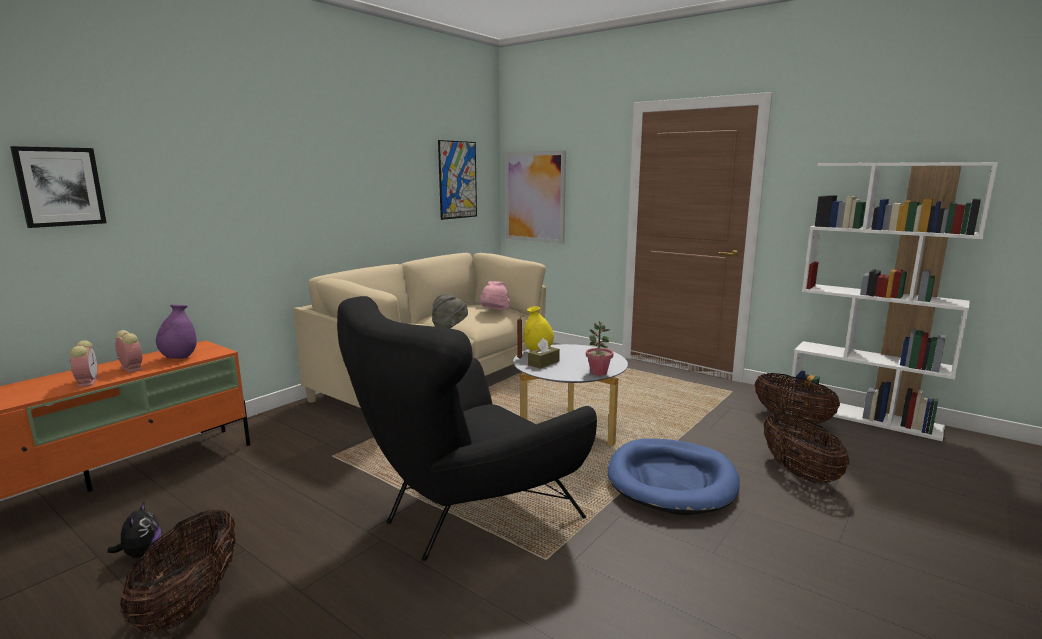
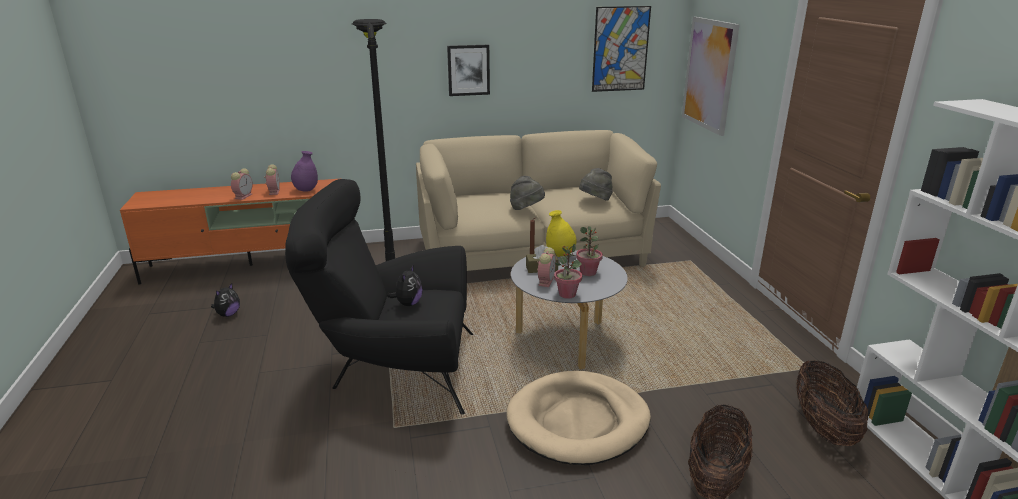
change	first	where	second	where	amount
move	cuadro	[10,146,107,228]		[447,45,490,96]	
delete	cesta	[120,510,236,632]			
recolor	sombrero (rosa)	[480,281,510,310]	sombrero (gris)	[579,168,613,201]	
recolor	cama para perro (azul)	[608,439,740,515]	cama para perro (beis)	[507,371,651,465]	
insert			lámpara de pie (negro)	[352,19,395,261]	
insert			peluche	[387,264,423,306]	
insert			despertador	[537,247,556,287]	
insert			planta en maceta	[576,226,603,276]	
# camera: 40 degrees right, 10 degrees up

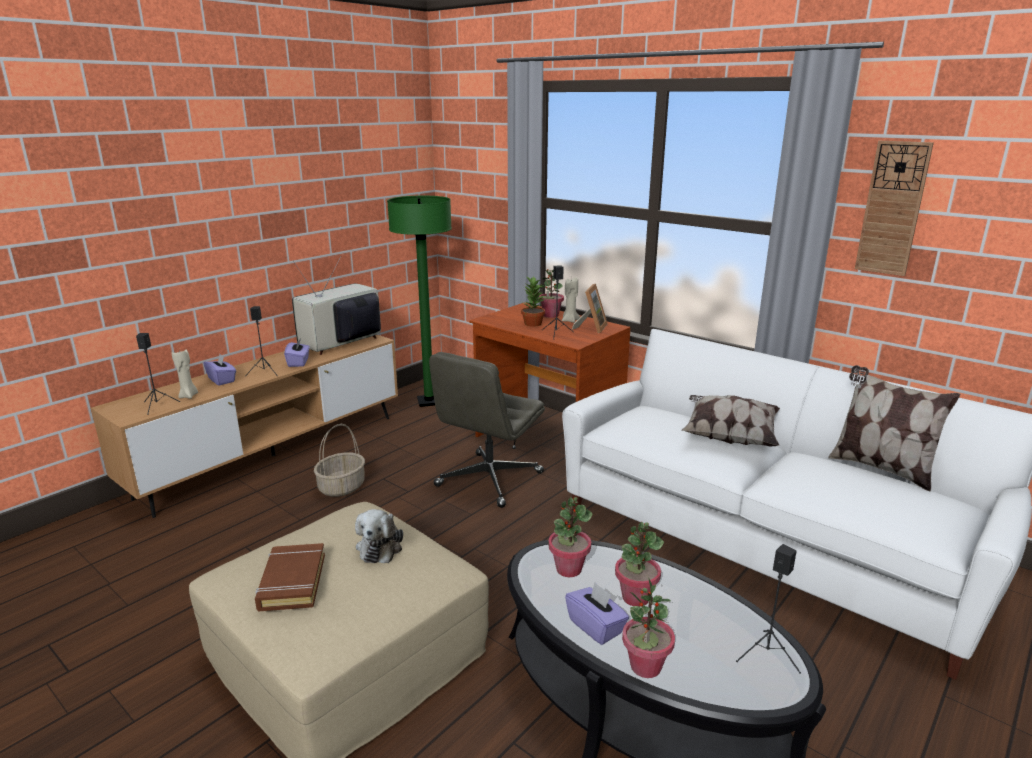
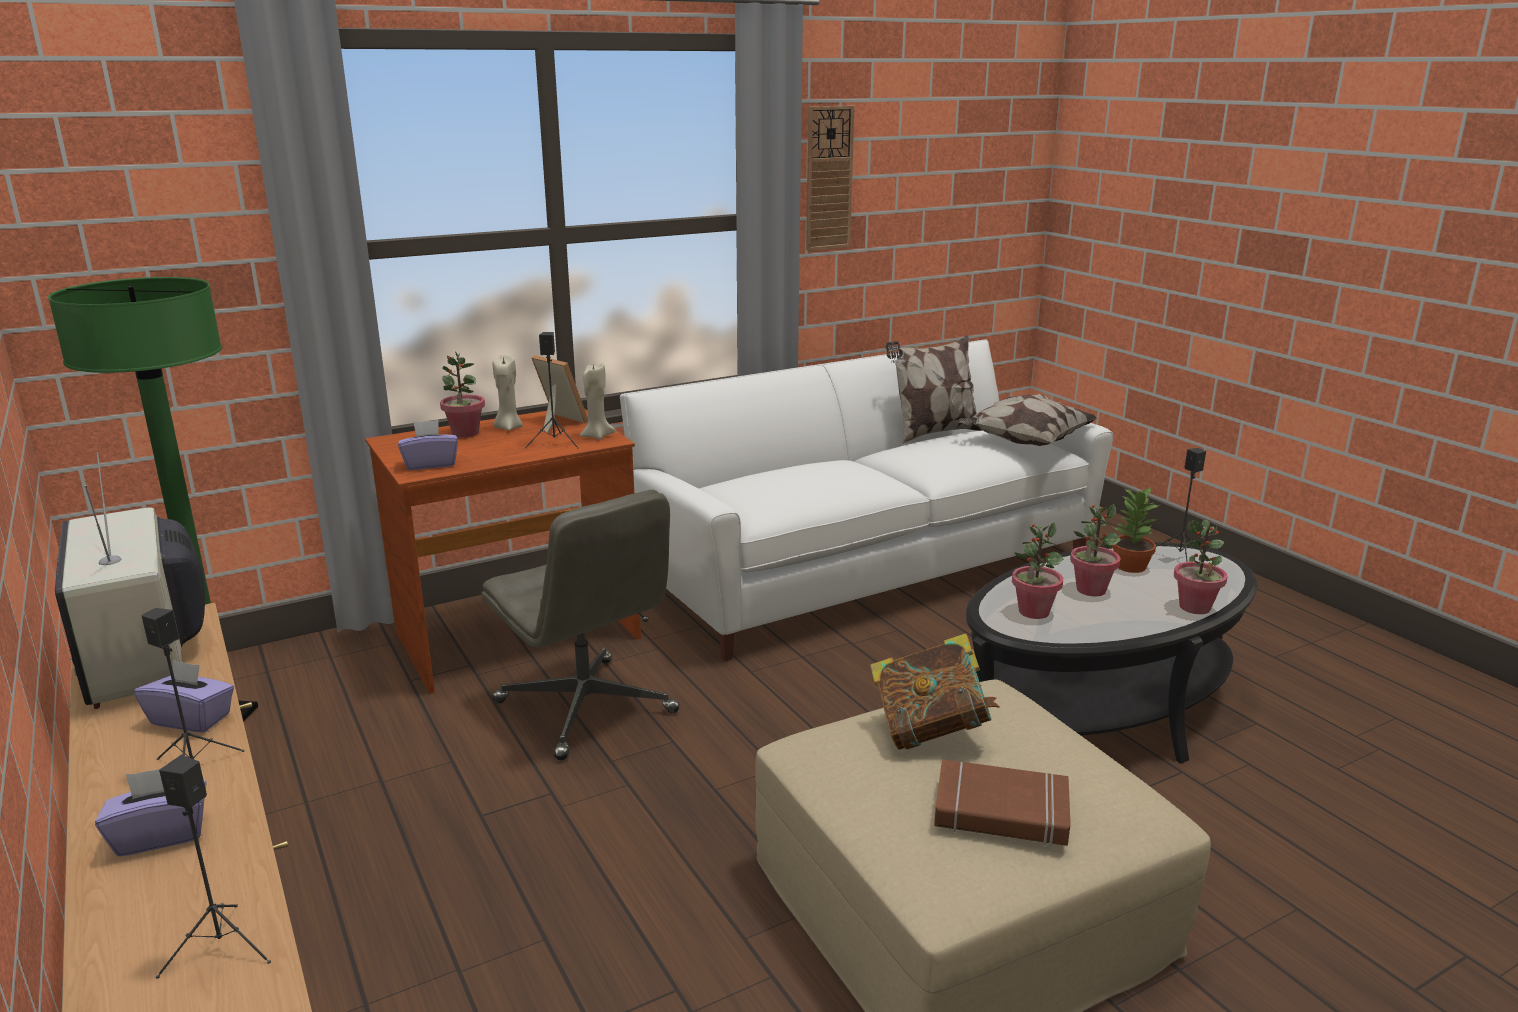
change	first	where	second	where	amount
move	vela (beis)	[172,350,198,399]		[580,363,616,440]	
delete	cesta	[314,424,365,497]			
replace	peluche	[355,509,403,563]	libro	[870,633,1000,750]	
move	planta en maceta	[521,277,545,327]		[1112,487,1160,573]	
move	caja de pañuelos (morado)	[565,582,629,645]		[398,420,458,470]	
move	cojín	[681,395,780,447]		[956,394,1097,446]	
# camera: 70 degrees left, 0 degrees up

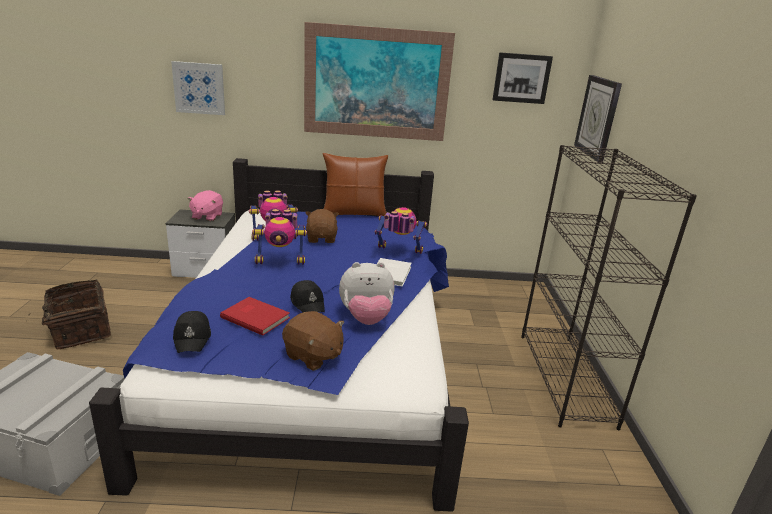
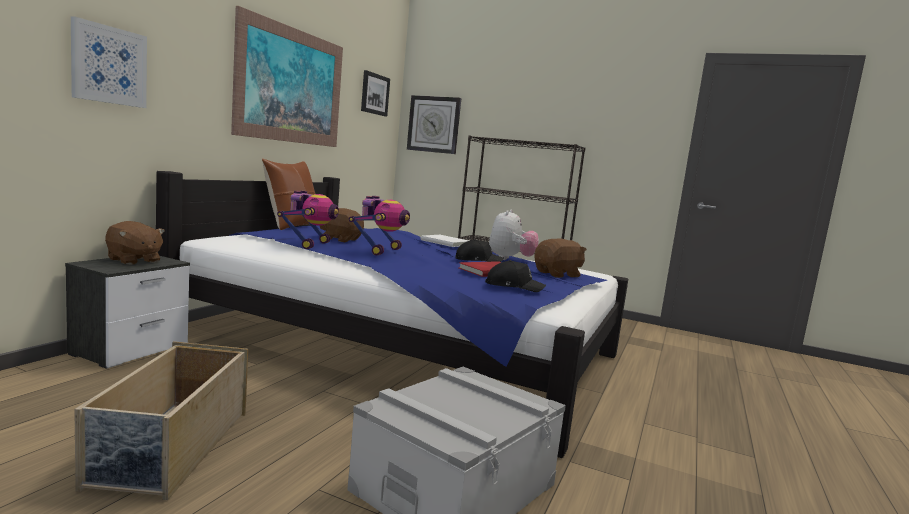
change	first	where	second	where	amount
replace	cesta	[26,280,111,350]	caja de almacenaje (beis)	[74,341,248,500]	
recolor	peluche (rosa)	[187,190,223,221]	peluche (marrón)	[105,221,165,265]	
delete	robot de juguete	[375,207,427,254]			
# camera: 65 degrees left, 15 degrees down

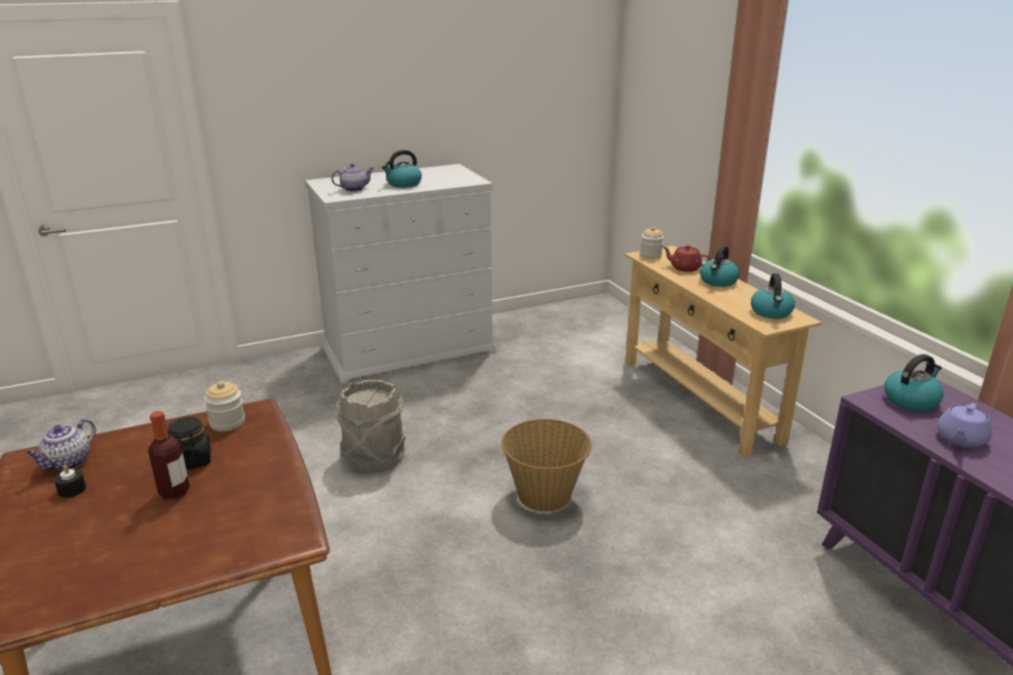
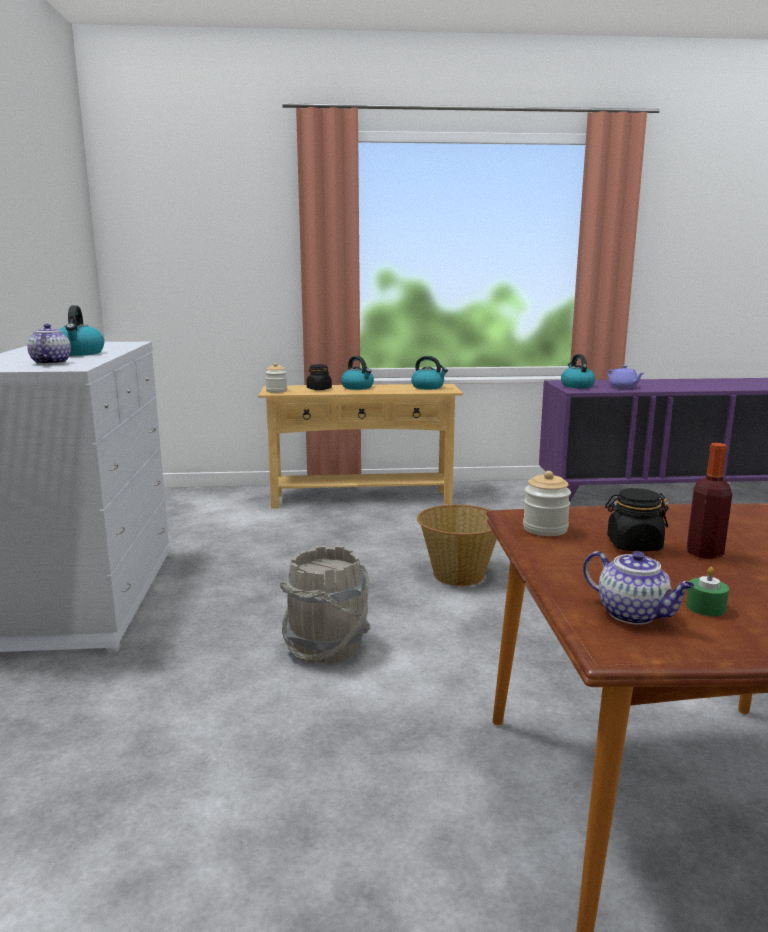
change	first	where	second	where	amount
recolor	vela (negro)	[54,465,86,498]	vela (verde)	[686,567,729,616]	
replace	tetera (rojo)	[663,245,710,272]	tarro (negro)	[307,364,332,390]	
# camera: 70 degrees left, 10 degrees down

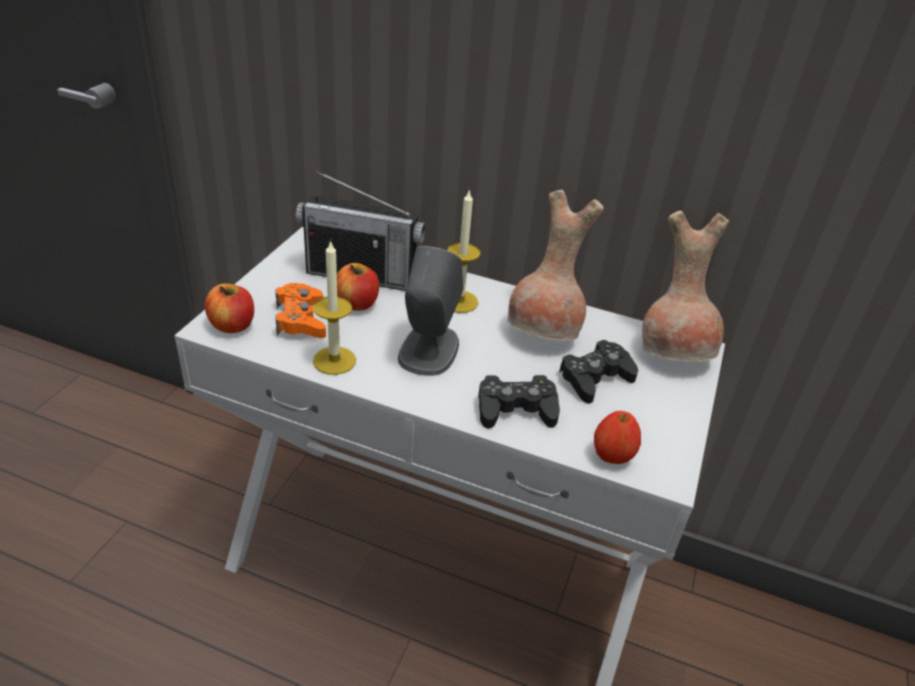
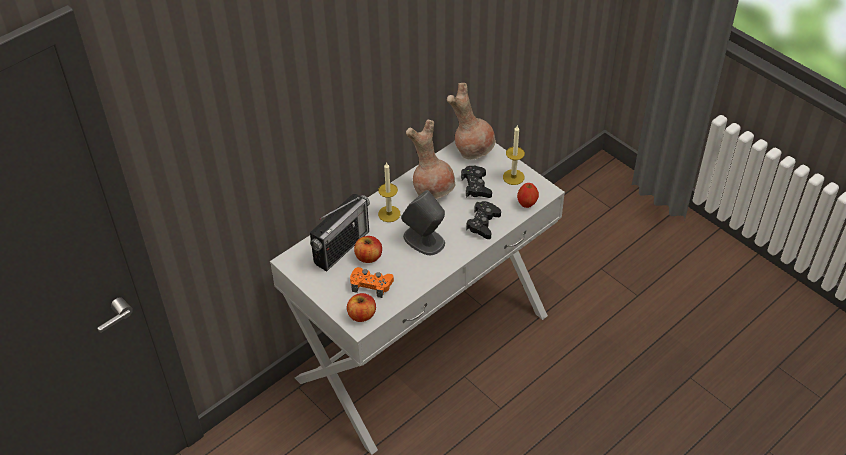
change	first	where	second	where	amount
move	vela	[313,240,356,375]		[503,126,525,185]	
# camera: 60 degrees left, 10 degrees up

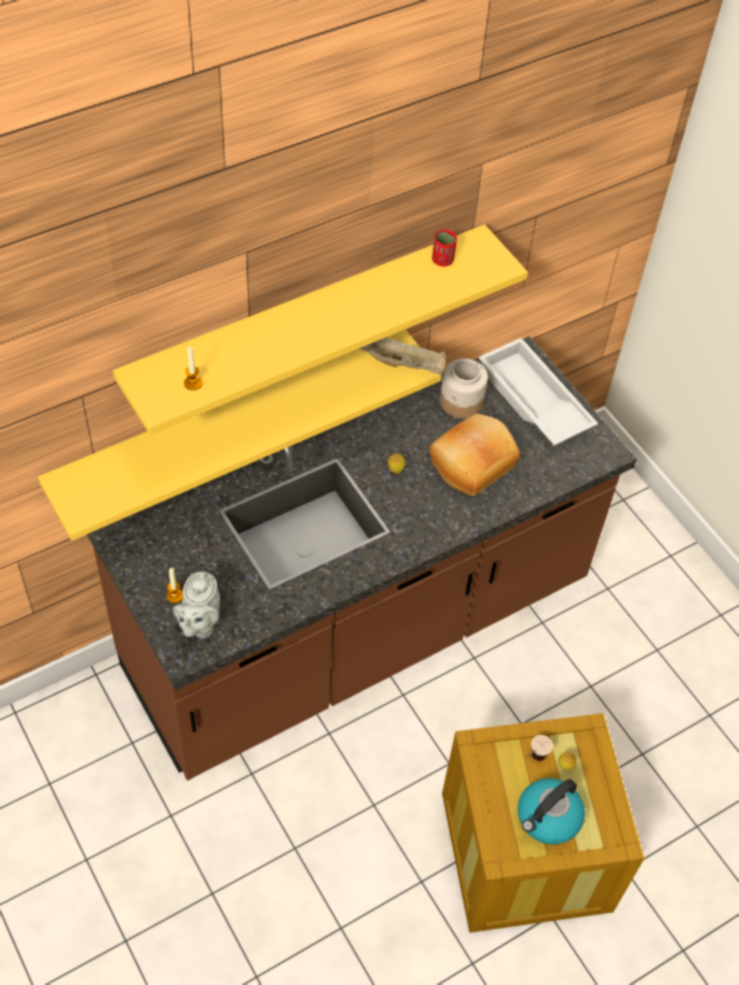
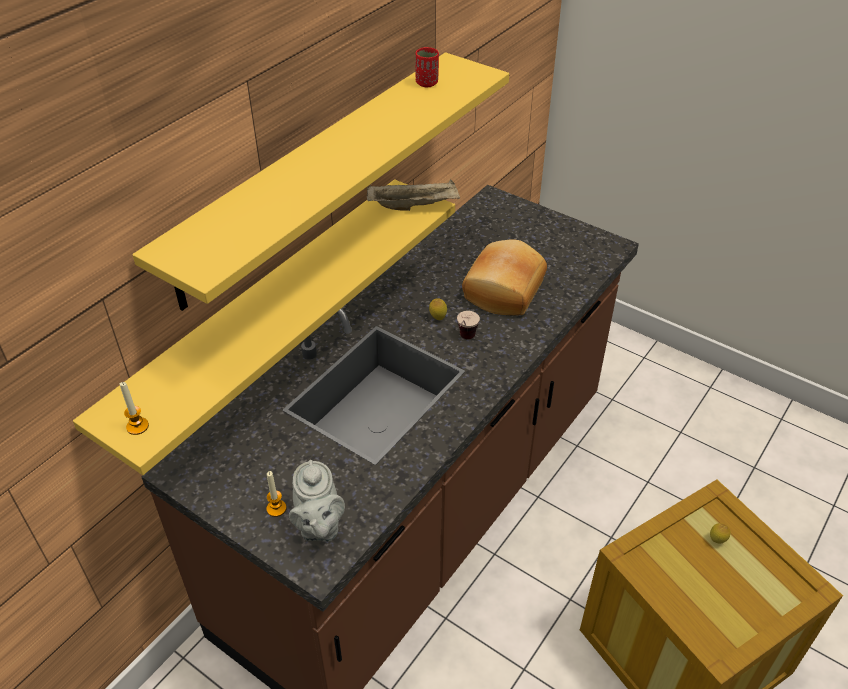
change	first	where	second	where	amount
move	vela	[184,347,202,390]		[120,382,149,435]	
delete	tarro	[440,359,488,419]			
delete	bandeja (blanco)	[478,338,598,446]			
delete	hervidor	[518,778,585,845]			
move	taza	[526,735,553,761]		[457,311,480,339]	
# camera: 20 degrees left, 10 degrees down

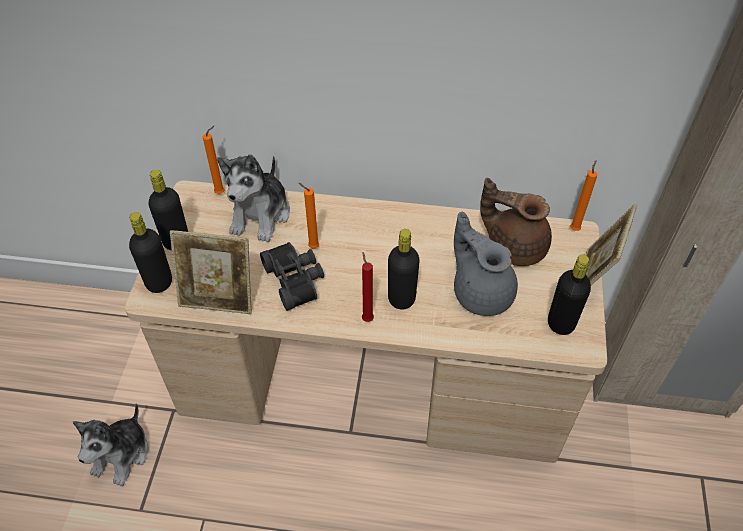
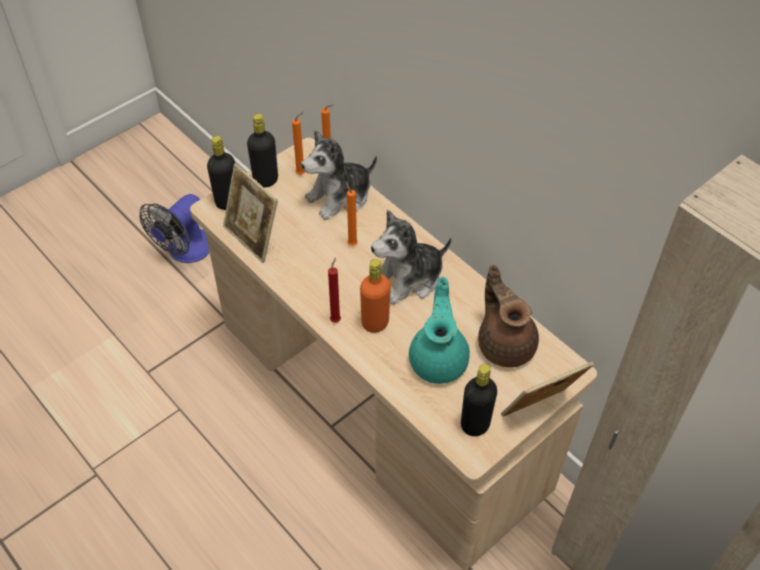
change	first	where	second	where	amount
move	peluche	[73,404,149,486]		[371,210,452,305]	
delete	prismáticos (negro)	[260,242,324,311]			
recolor	botella (negro)	[388,229,420,310]	botella (naranja)	[360,259,391,333]	
recolor	tetera (gris)	[454,211,518,316]	tetera (turquesa)	[409,277,470,384]	
move	vela (naranja)	[570,160,598,231]		[292,112,305,175]	
insert			ventilador	[140,194,210,263]	
# camera: 40 degrees right, 0 degrees up

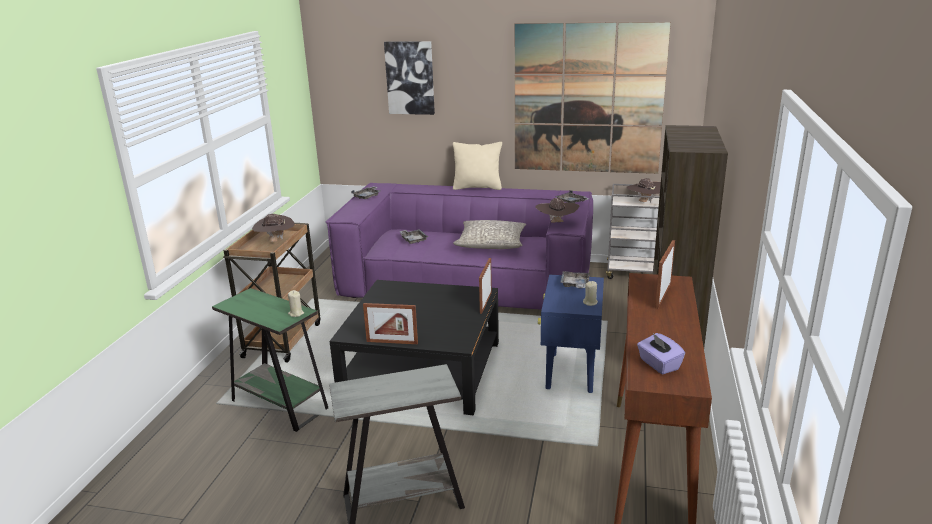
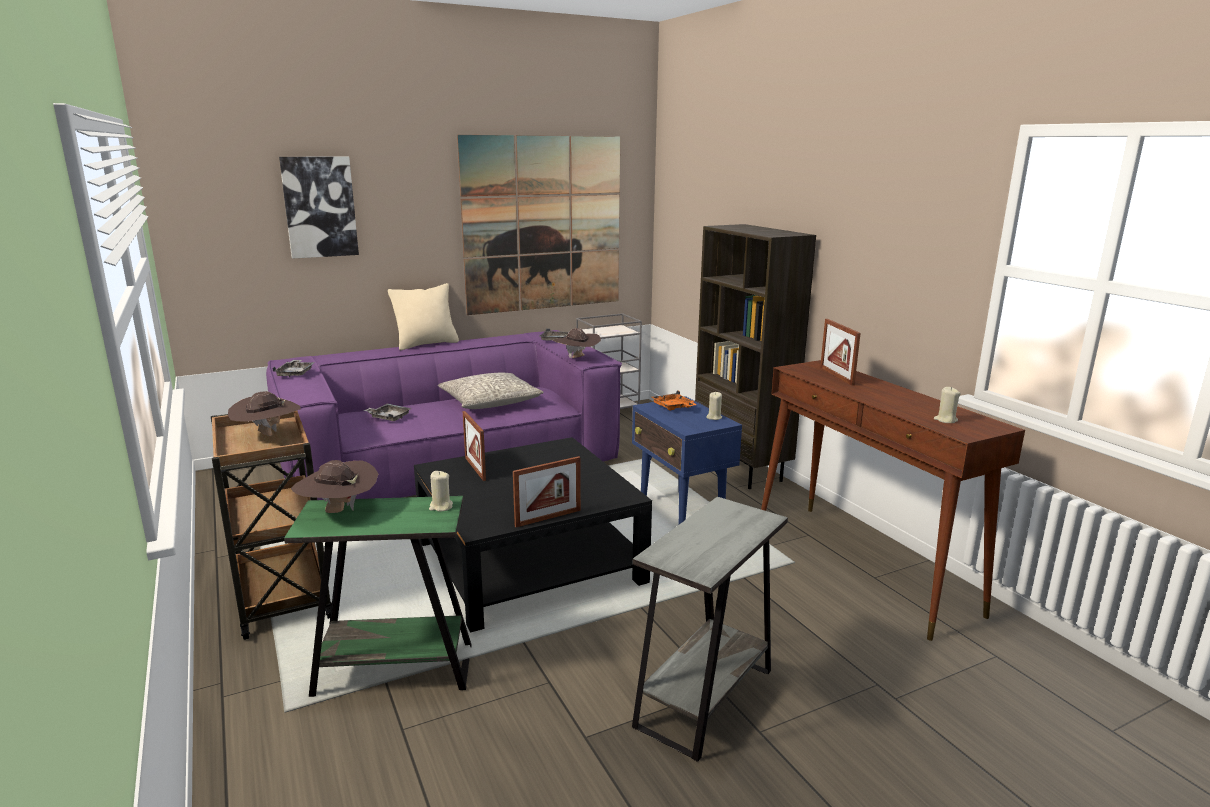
change	first	where	second	where	amount
move	portarretratos	[479,258,492,314]		[463,411,486,481]	
recolor	bandeja (gris)	[560,271,590,288]	bandeja (naranja)	[651,391,697,410]	
move	sombrero (marrón)	[627,178,661,203]		[291,460,379,513]	
replace	caja de pañuelos (morado)	[637,333,685,374]	vela (beis)	[934,387,960,423]	
# camera: 40 degrees left, 5 degrees down

